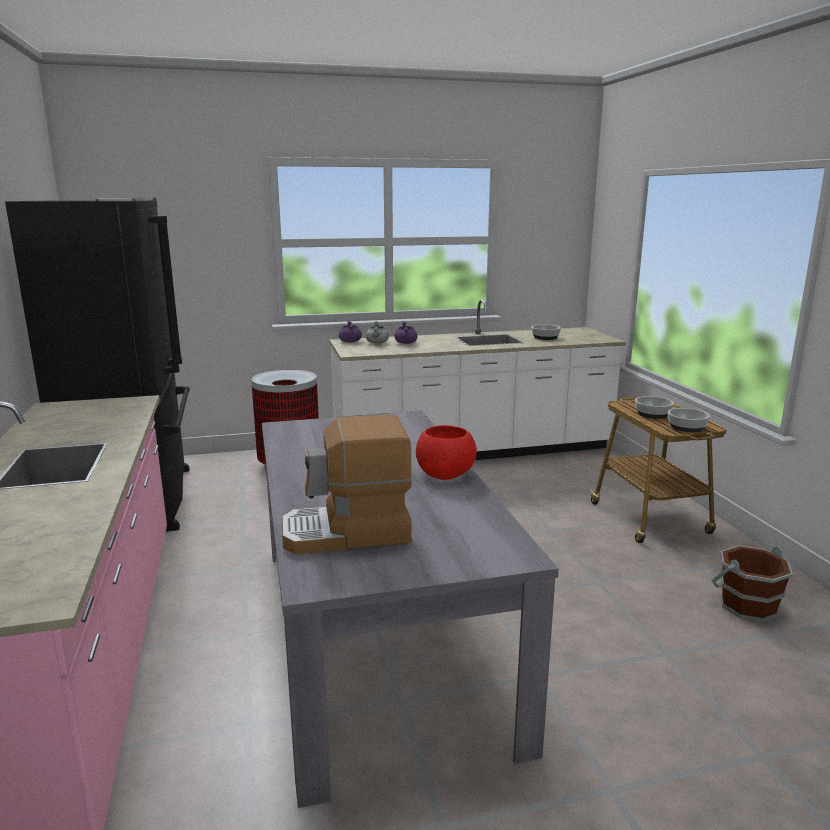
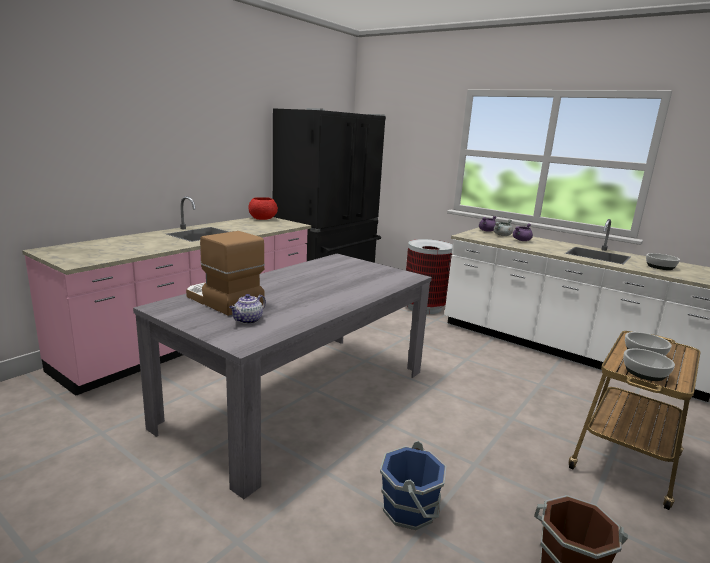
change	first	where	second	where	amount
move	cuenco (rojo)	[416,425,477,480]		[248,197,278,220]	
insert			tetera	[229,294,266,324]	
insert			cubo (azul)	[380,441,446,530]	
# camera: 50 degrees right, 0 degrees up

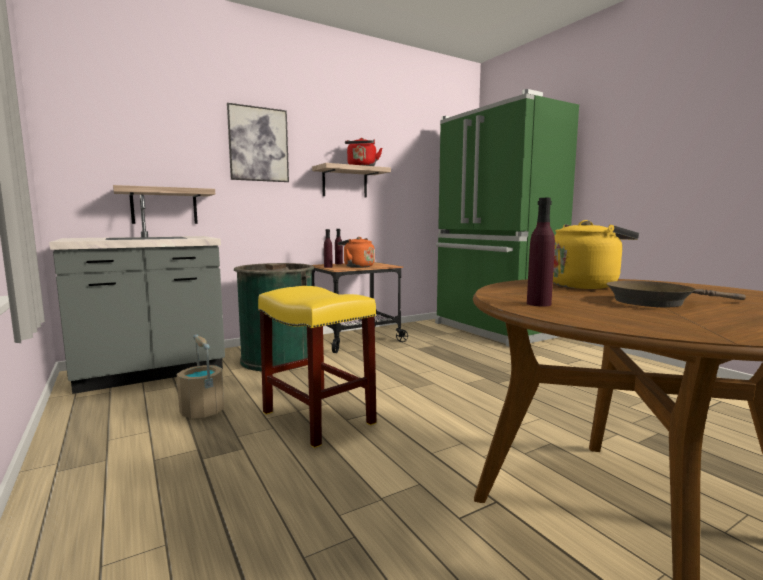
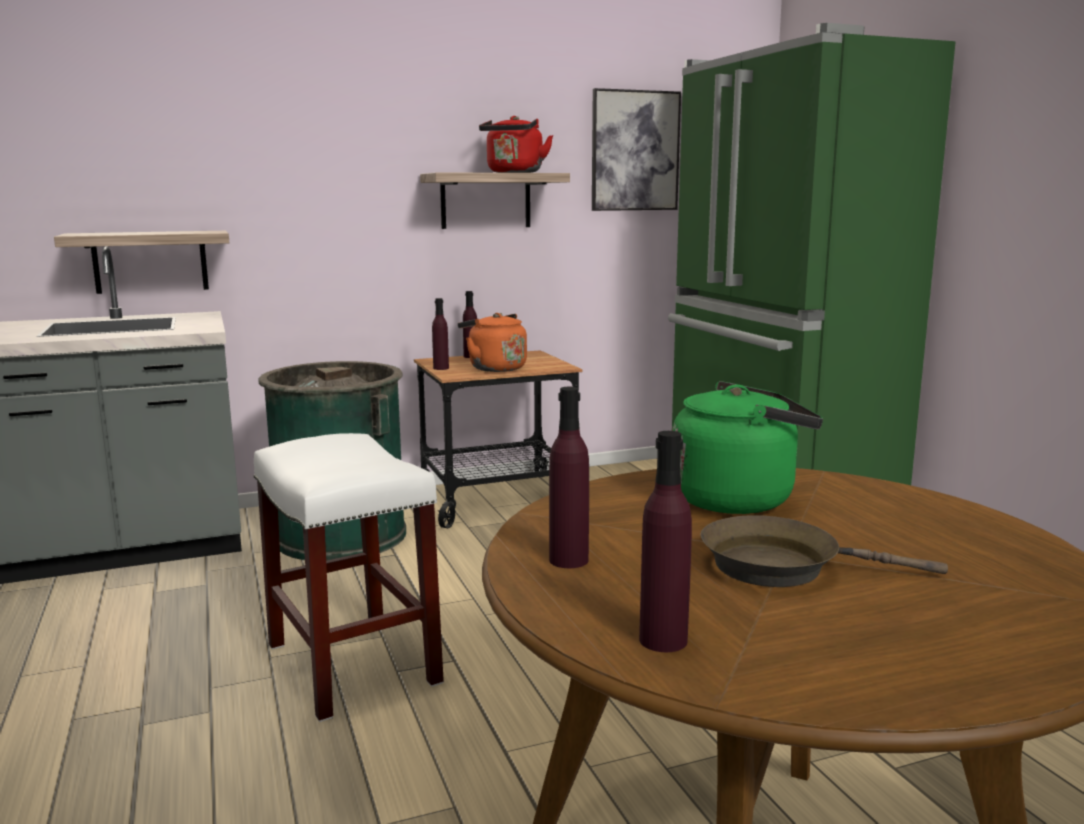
change	first	where	second	where	amount
delete	cubo (beis)	[177,334,224,418]			
move	cuadro	[227,103,289,182]		[592,88,681,211]	
recolor	taburete (amarillo)	[258,286,377,448]	taburete (blanco)	[254,433,444,722]	
recolor	hervidor (amarillo)	[553,220,639,289]	hervidor (verde)	[672,381,823,514]	
insert			botella (morado)	[639,431,692,652]	
# camera: 10 degrees right, 5 degrees up

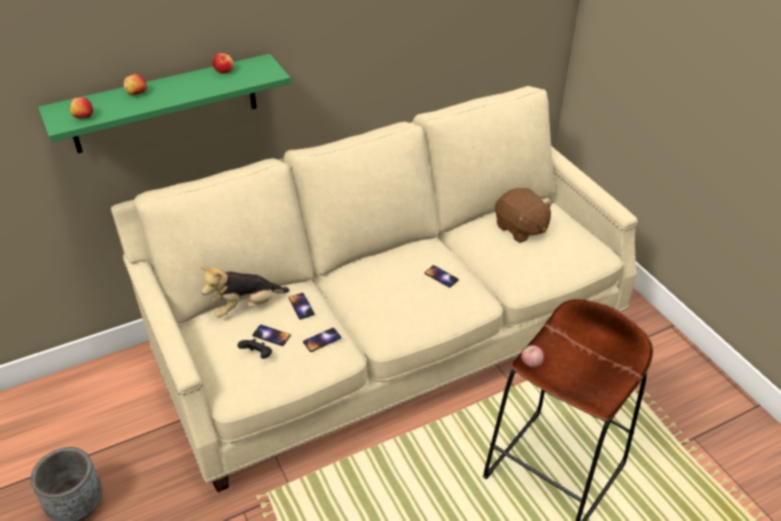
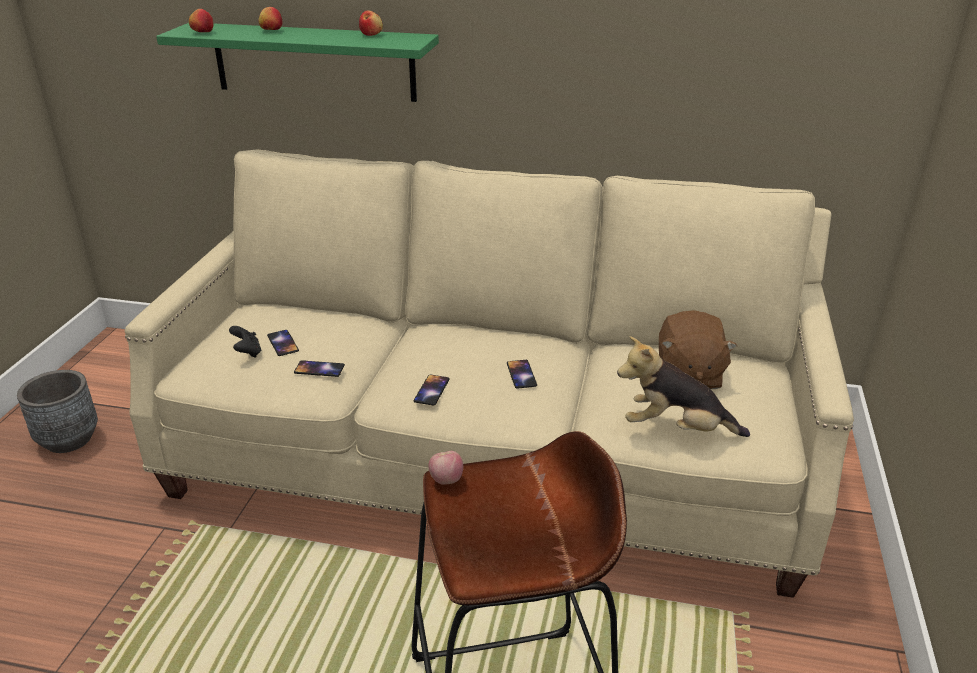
change	first	where	second	where	amount
move	peluche	[200,267,290,318]		[617,336,750,437]	
move	móvil	[289,293,315,319]		[413,375,450,406]	
# camera: 40 degrees right, 10 degrees down

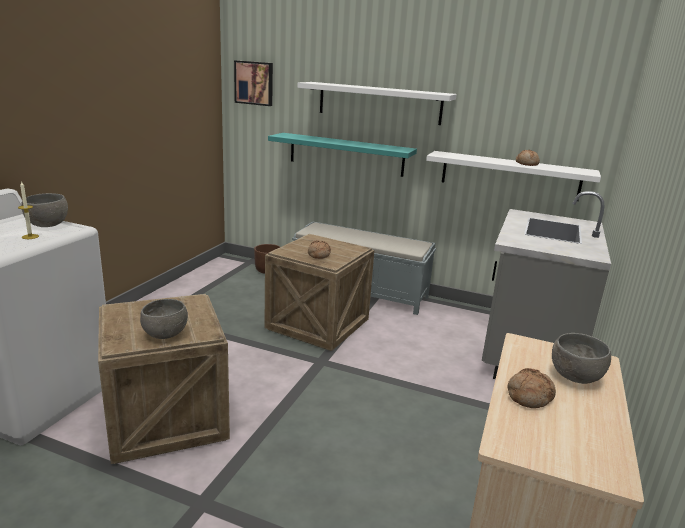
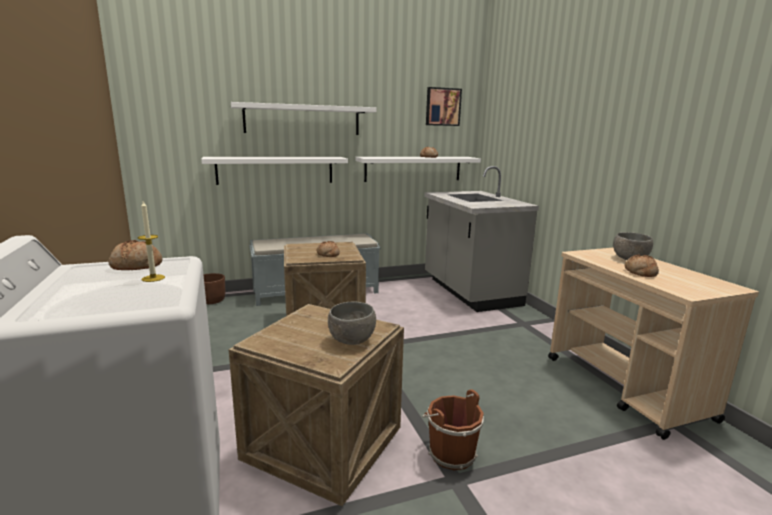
change	first	where	second	where	amount
replace	cuenco (gris)	[21,193,68,227]	pan	[108,240,162,270]	
move	cuadro	[234,60,273,106]		[426,87,462,126]	
recolor	estante (turquesa)	[268,133,417,177]	estante (blanco)	[201,157,348,185]	
insert			cubo (marrón)	[423,389,484,470]	
# camera: 40 degrees left, 5 degrees down

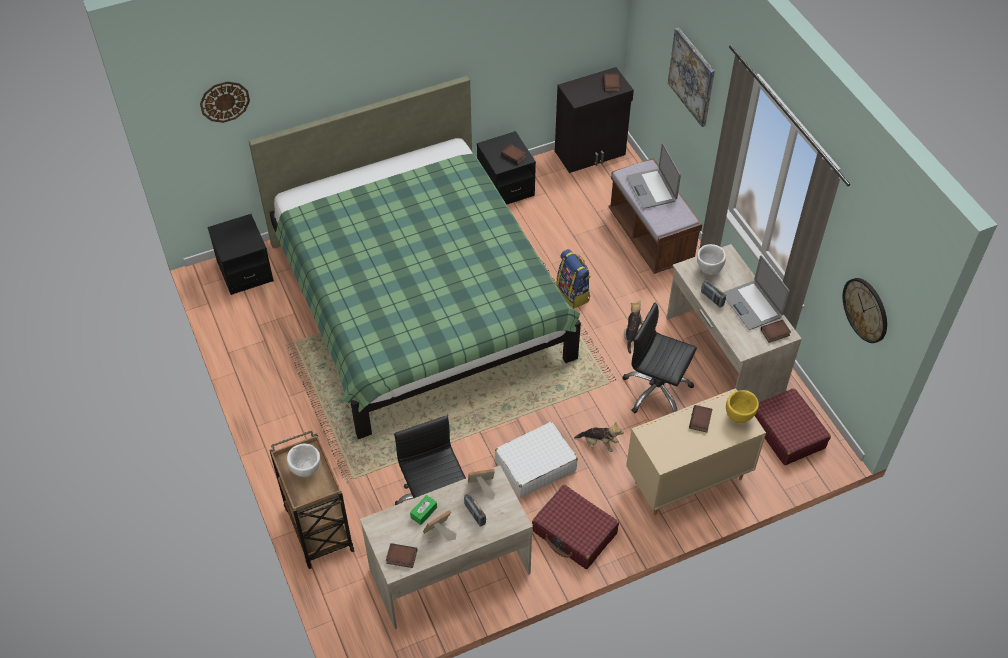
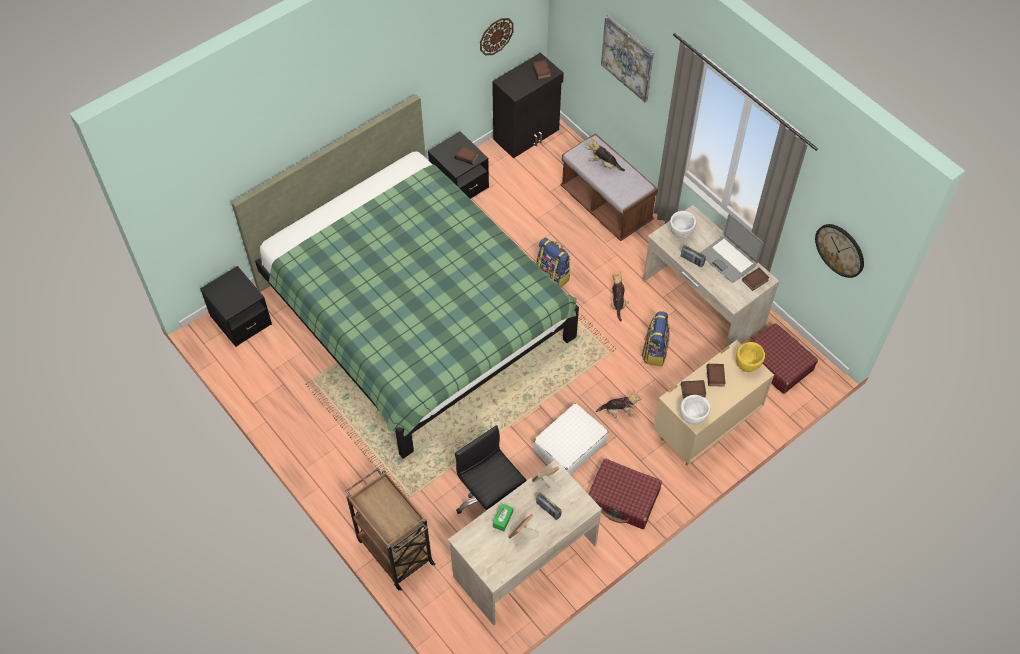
change	first	where	second	where	amount
move	reloj de pared	[200,81,250,123]		[480,18,514,55]	
move	cuenco (blanco)	[287,443,320,477]		[680,395,710,424]	
move	libro	[386,543,417,568]		[681,380,706,399]	
replace	silla de oficina (negro)	[622,303,697,413]	mochila	[642,311,670,366]	
replace	portátil	[626,143,681,208]	peluche	[586,138,625,171]	
# camera: 15 degrees left, 5 degrees up

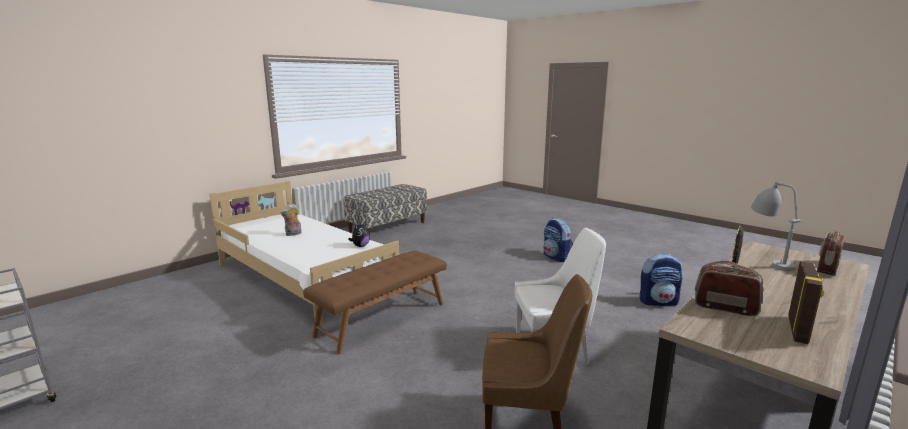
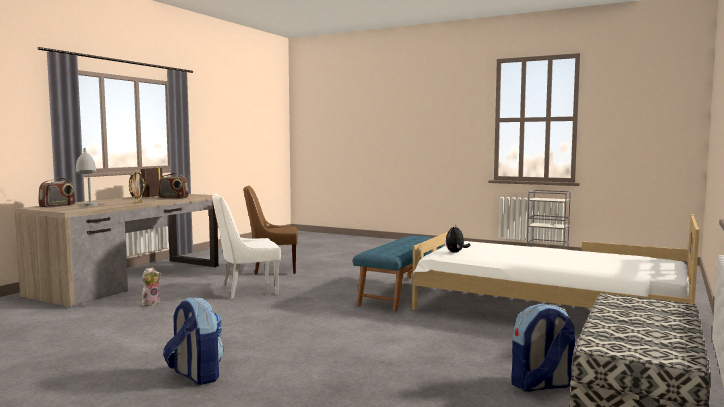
change	first	where	second	where	amount
move	peluche	[281,204,302,236]		[141,267,161,306]	
recolor	banco (marrón)	[303,251,447,355]	banco (azul)	[353,236,443,311]	
move	mochila	[640,254,683,306]		[511,304,575,392]	
# camera: 165 degrees right, 10 degrees down

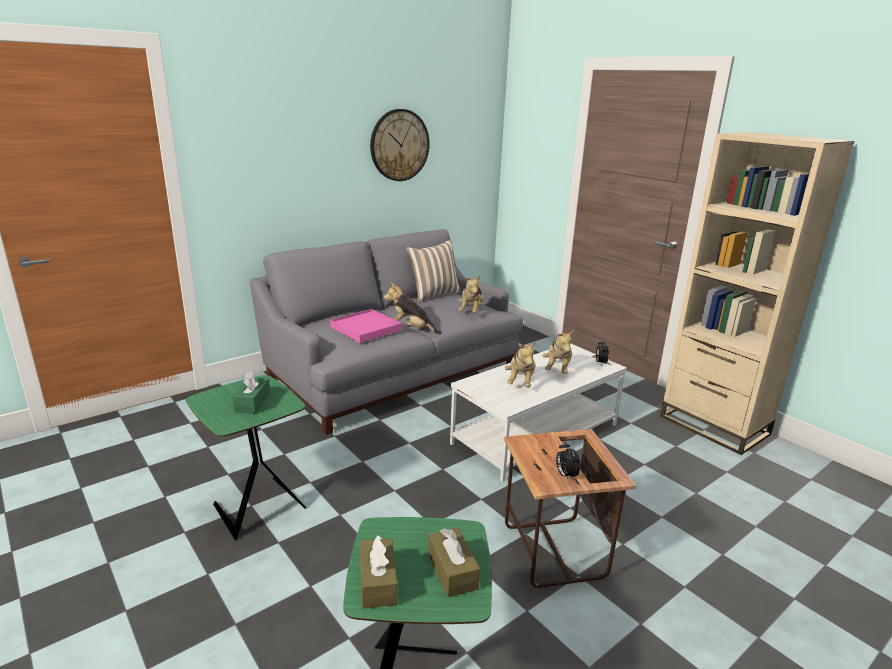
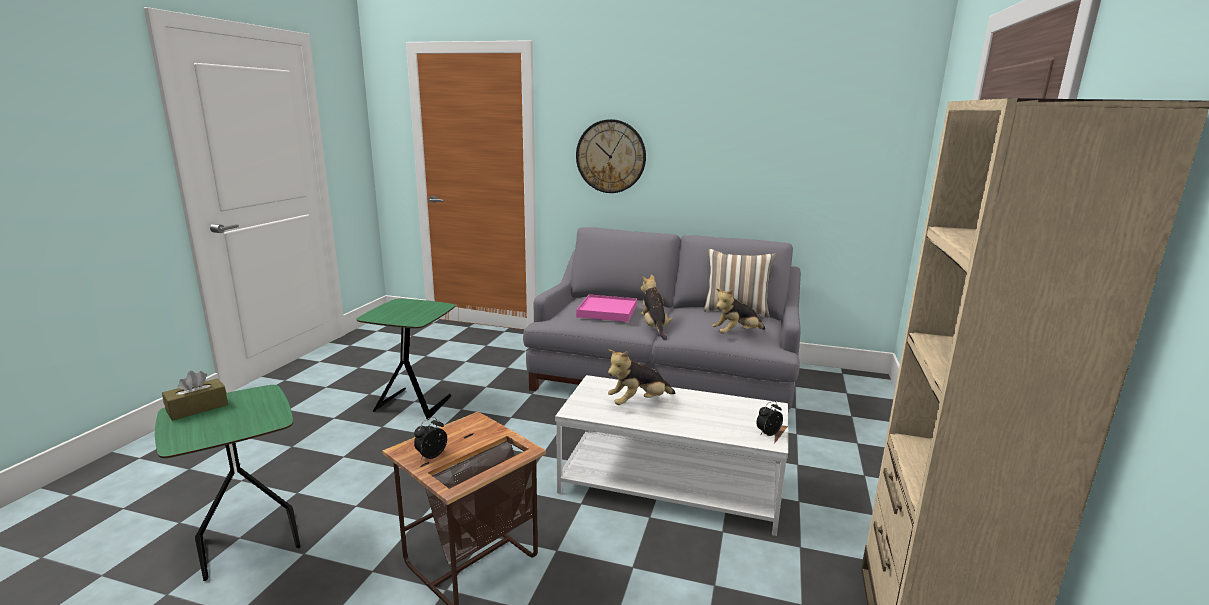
change	first	where	second	where	amount
delete	caja de pañuelos (verde)	[232,371,270,414]			
move	reloj de pared	[370,109,430,181]		[576,119,646,193]	
delete	caja de pañuelos (marrón)	[428,528,480,597]			
delete	peluche	[542,330,574,374]			
# camera: 55 degrees right, 5 degrees down

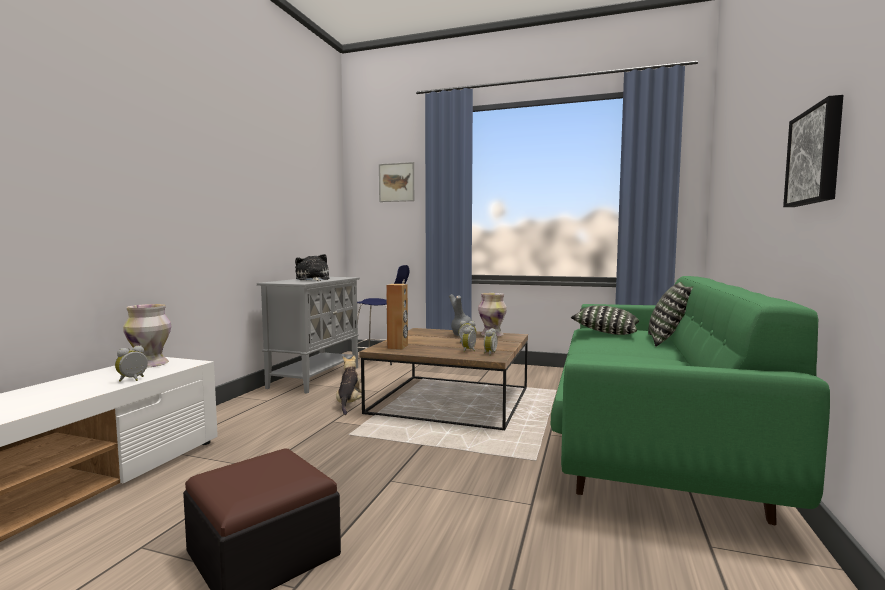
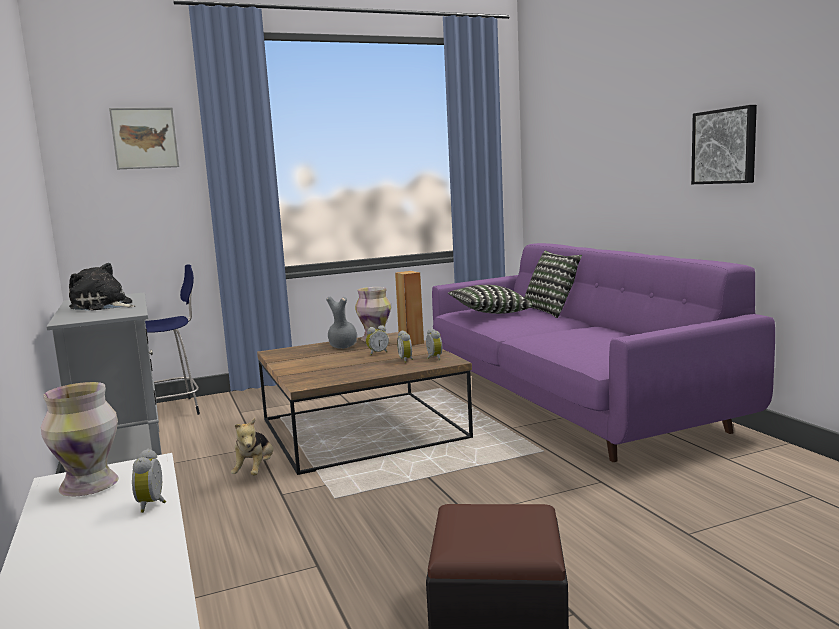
change	first	where	second	where	amount
rotate	peluche	[336,356,362,415]		[231,418,273,475]	135 degrees counterclockwise
move	altavoz (marrón)	[386,284,408,349]		[395,271,424,345]	
recolor	sofá (verde)	[551,276,830,525]	sofá (morado)	[432,243,775,462]	
# camera: 40 degrees left, 5 degrees up

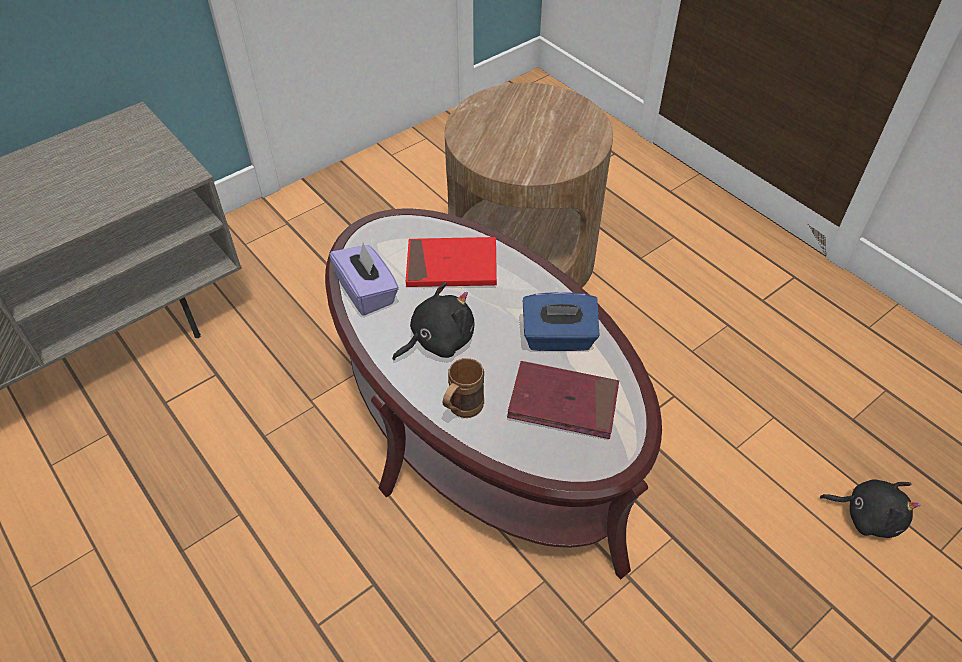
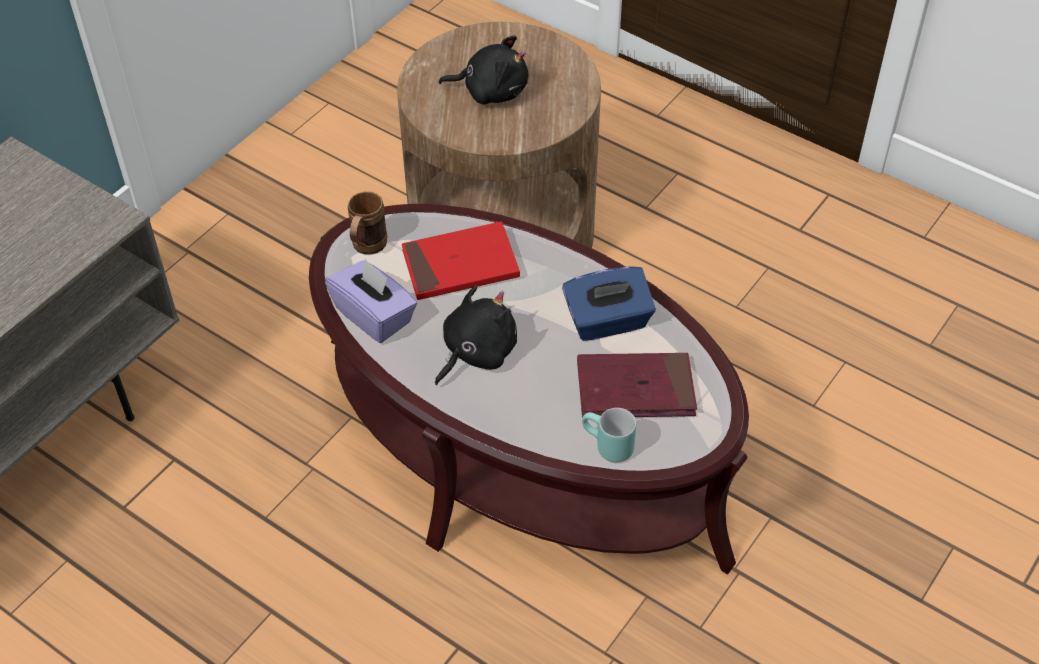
change	first	where	second	where	amount
move	taza grande (marrón)	[442,358,484,418]		[348,192,387,255]	
move	peluche (negro)	[820,479,921,538]		[439,35,529,104]	
insert			taza grande (turquesa)	[582,408,636,462]	
# camera: 15 degrees left, 0 degrees up

